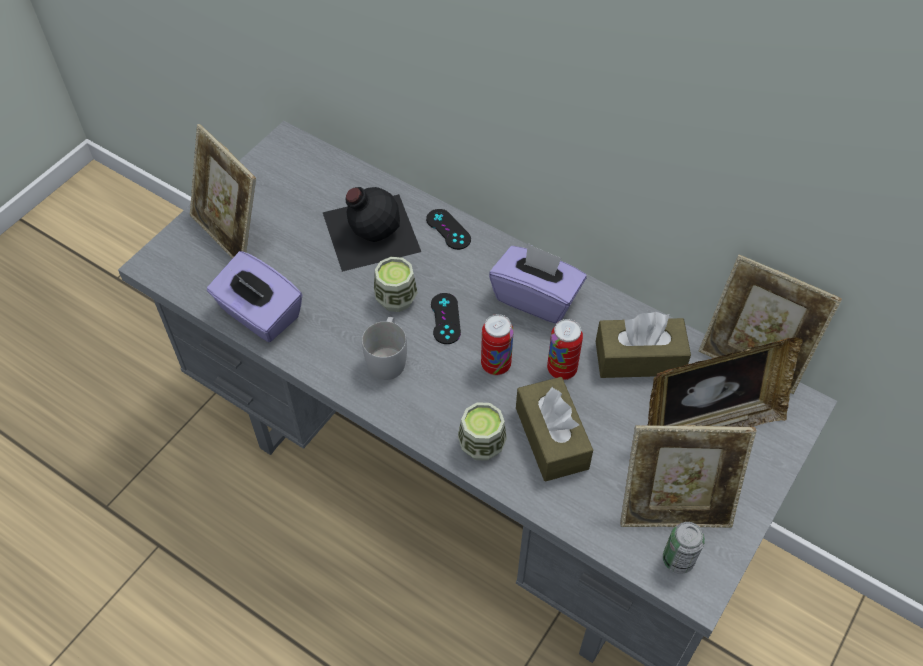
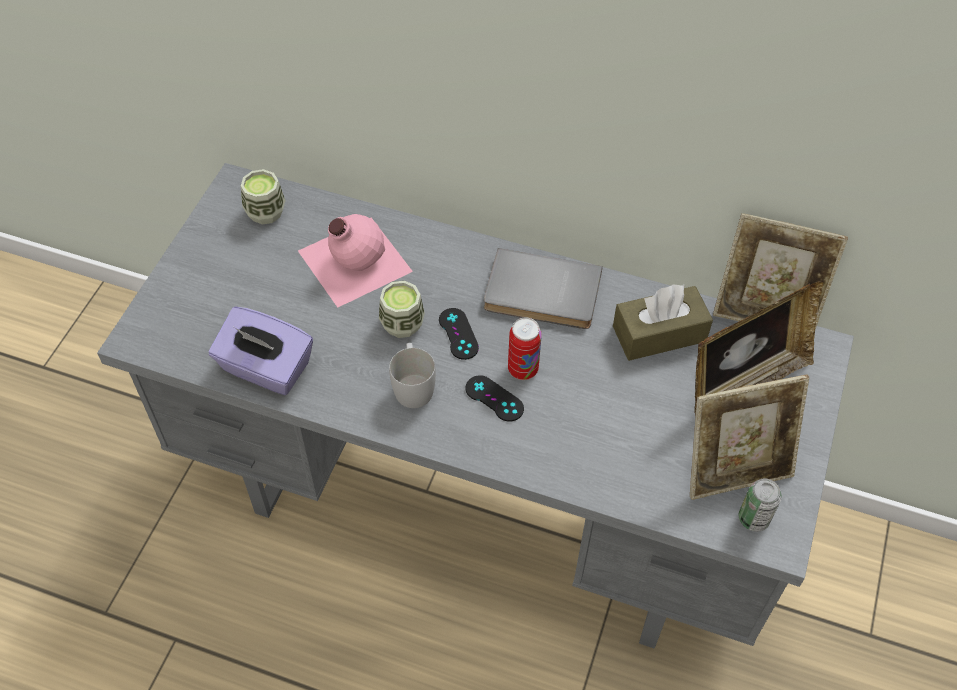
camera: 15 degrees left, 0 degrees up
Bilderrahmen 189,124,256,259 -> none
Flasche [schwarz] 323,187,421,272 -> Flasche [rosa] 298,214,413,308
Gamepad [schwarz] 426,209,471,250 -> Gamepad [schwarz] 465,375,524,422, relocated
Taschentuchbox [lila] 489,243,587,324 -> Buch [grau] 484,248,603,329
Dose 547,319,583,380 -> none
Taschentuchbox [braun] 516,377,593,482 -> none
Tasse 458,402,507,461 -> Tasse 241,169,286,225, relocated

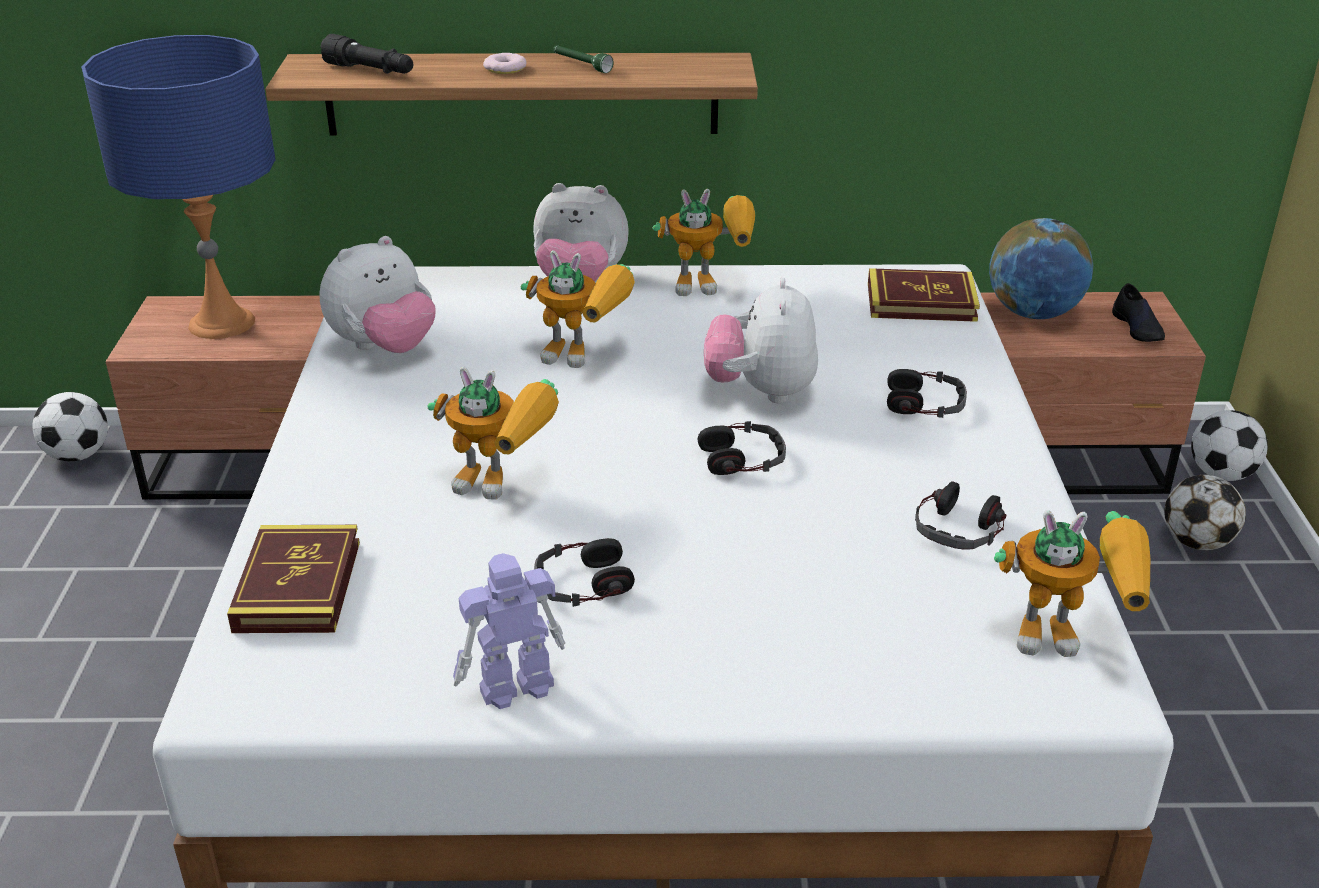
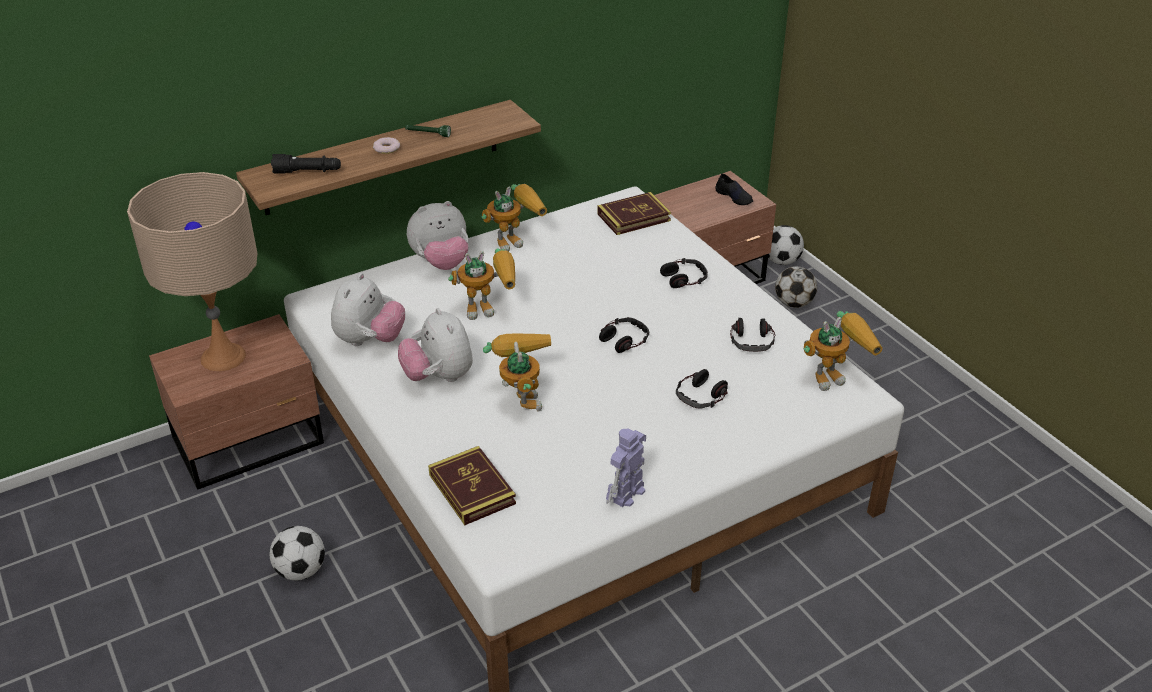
camera: 30 degrees left, 5 degrees up
Tischlampe [blau] 81,35,276,339 -> Tischlampe [beige] 127,172,258,371
Globus 989,218,1093,319 -> none
Plüschtier 704,278,818,403 -> Plüschtier 398,308,473,382, relocated
Spielzeugroboter 427,367,559,499 -> Spielzeugroboter 483,333,551,412, 90 degrees counterclockwise
Fußball 32,392,108,461 -> Fußball 269,526,325,581, relocated
Kopfhörer 534,538,635,607 -> Kopfhörer 676,369,728,409, relocated

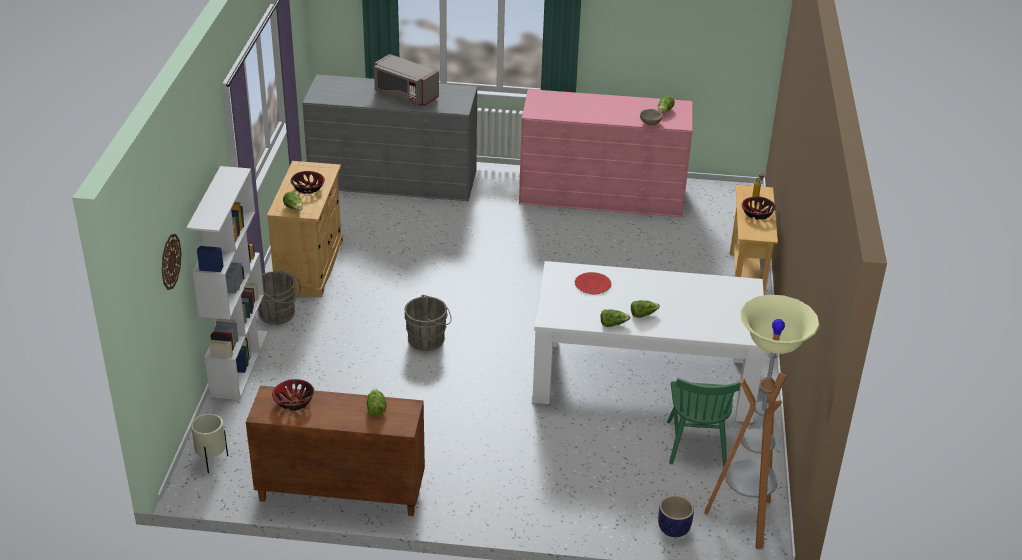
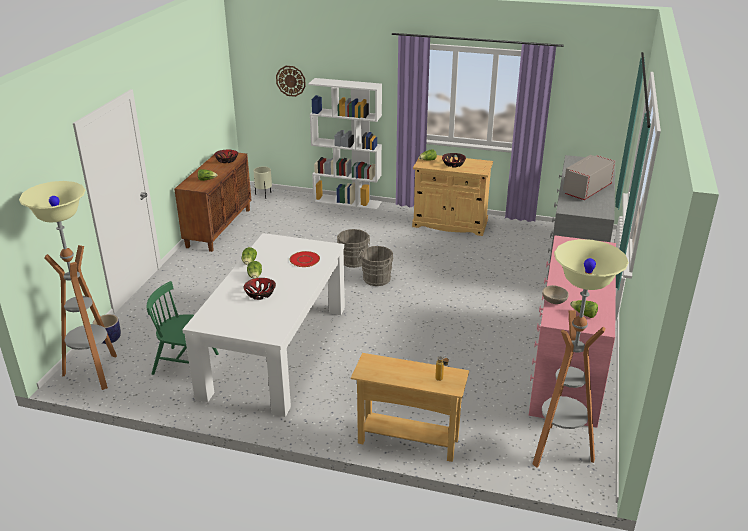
camera: 100 degrees right, 5 degrees down
Schüssel 742,197,776,220 -> Schüssel 243,278,276,300, relocated
Eimer [grau] 258,270,301,325 -> Eimer [grau] 357,246,393,286, relocated
none -> Stehlampe 533,239,629,468

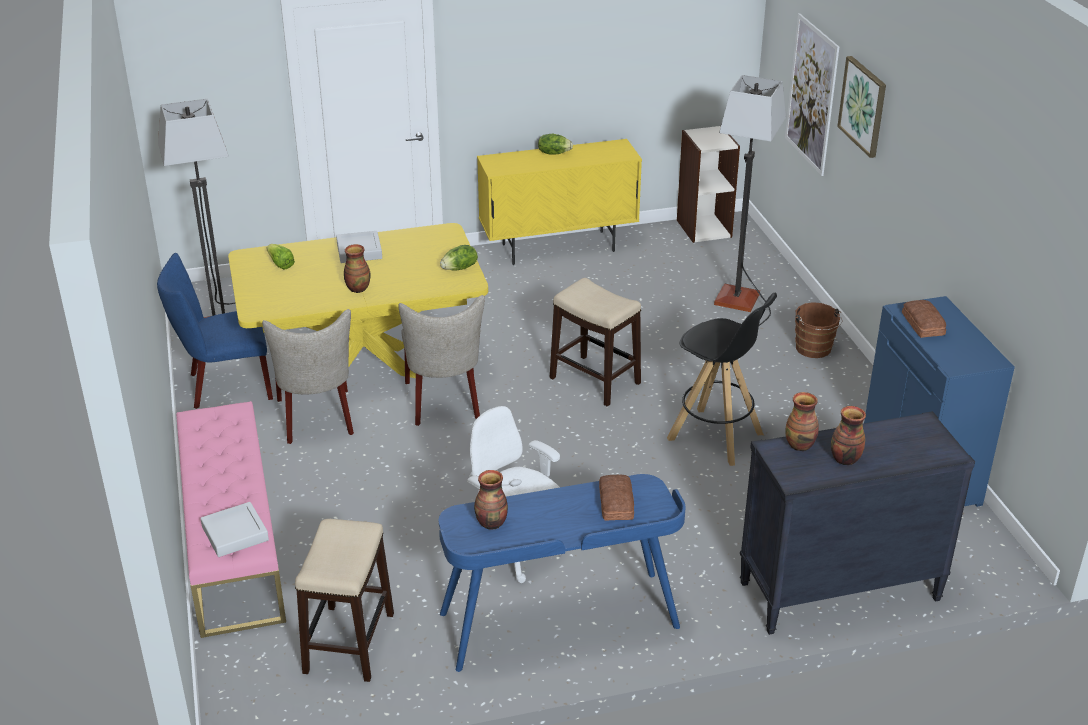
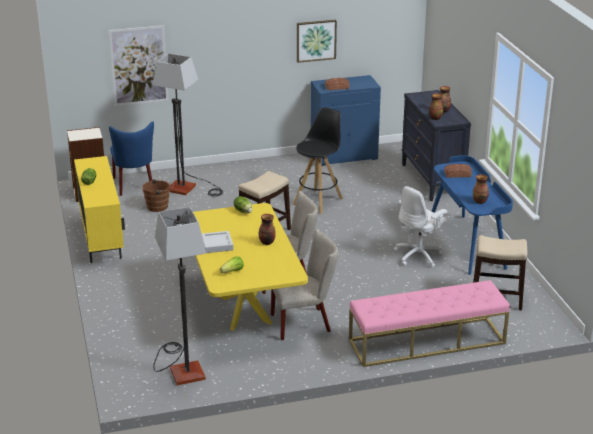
camera: 90 degrees left, 5 degrees down
Bild 837,56,886,158 -> Bild 297,20,337,63, relocated
Stuhl [blau] 157,253,273,409 -> Stuhl [blau] 109,121,154,196, relocated
Eimer [braun] 795,302,842,358 -> Eimer [braun] 142,179,173,212, relocated
Tablett [grau] 201,502,269,557 -> none

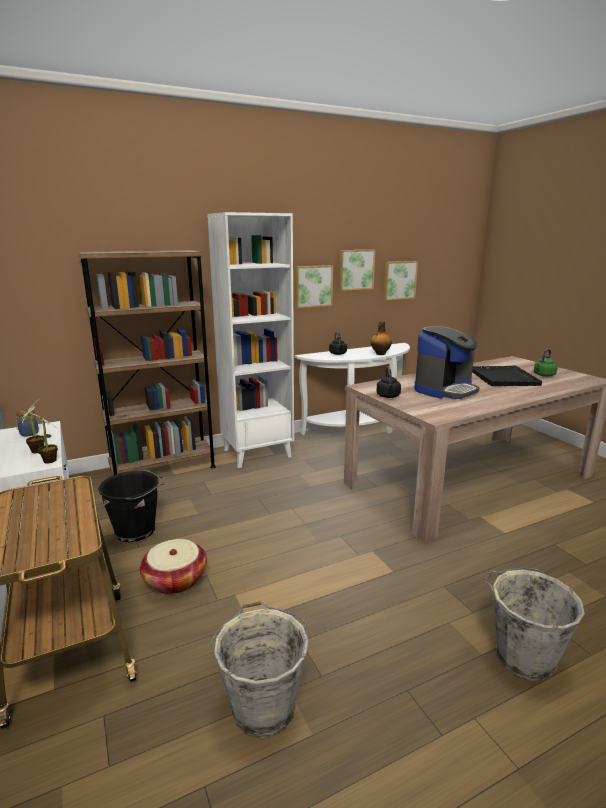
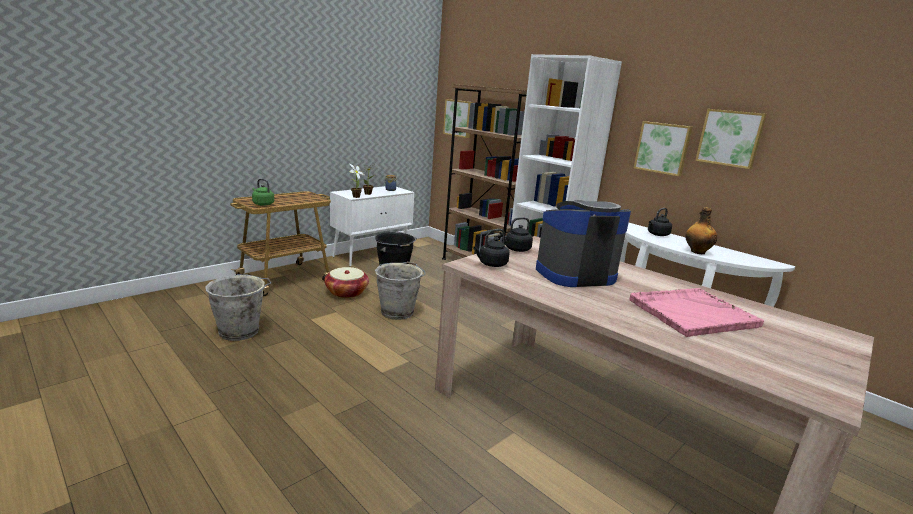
camera: 70 degrees right, 0 degrees up
Bild 383,261,418,300 -> Bild 443,99,473,138, relocated
Kaffeemaschine 414,326,480,399 -> Kaffeemaschine 536,200,631,287, 135 degrees clockwise
Wasserkessel [grün] 534,349,558,377 -> Wasserkessel [grün] 252,179,274,206, relocated
Tablett [schwarz] 472,365,542,386 -> Tablett [rosa] 629,288,764,337
Eimer [grau] 484,567,585,681 -> Eimer [grau] 375,261,426,320, relocated
none -> Wasserkessel [schwarz] 473,229,510,267

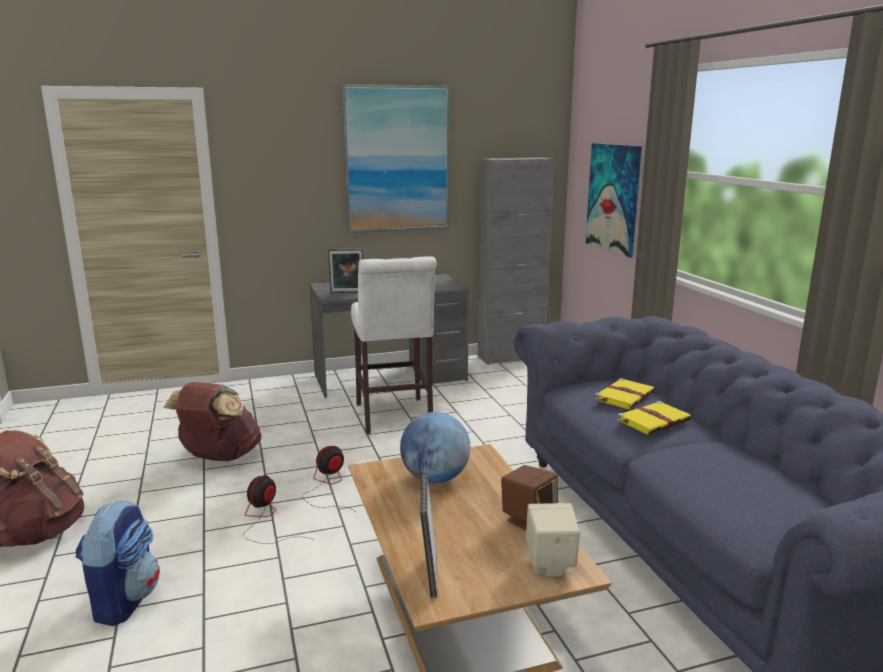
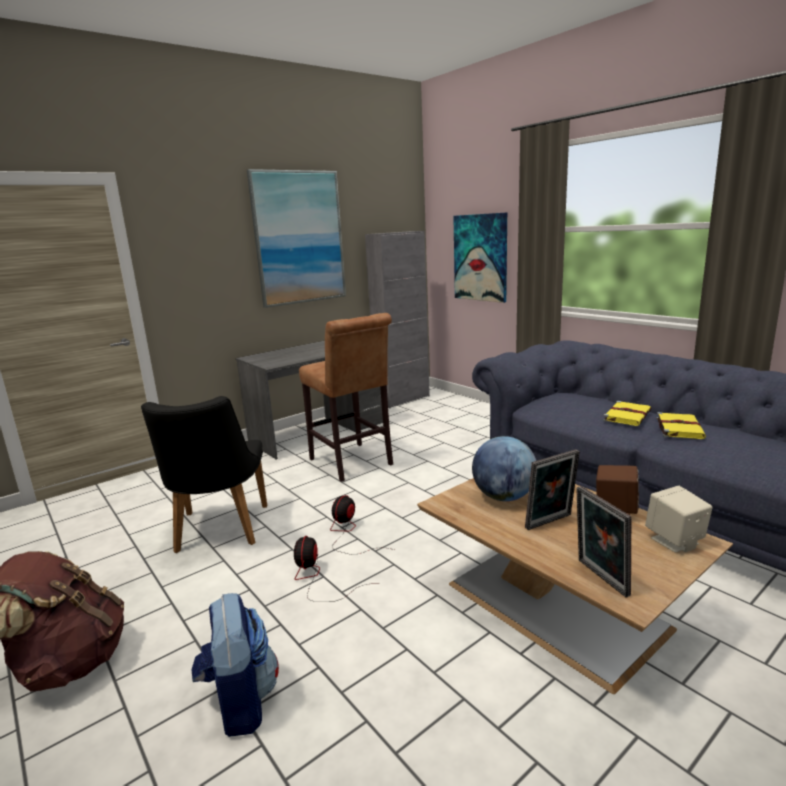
camera: 20 degrees left, 0 degrees up
Bilderrahmen 328,249,363,293 -> Bilderrahmen 525,449,580,530, relocated
Hocker [weiß] 351,257,437,434 -> Hocker [braun] 299,313,393,482
Buch [gelb] 595,378,655,409 -> Buch [gelb] 656,412,706,439, relocated
Rucksack [braun] 163,382,262,461 -> Stuhl [schwarz] 141,396,267,553

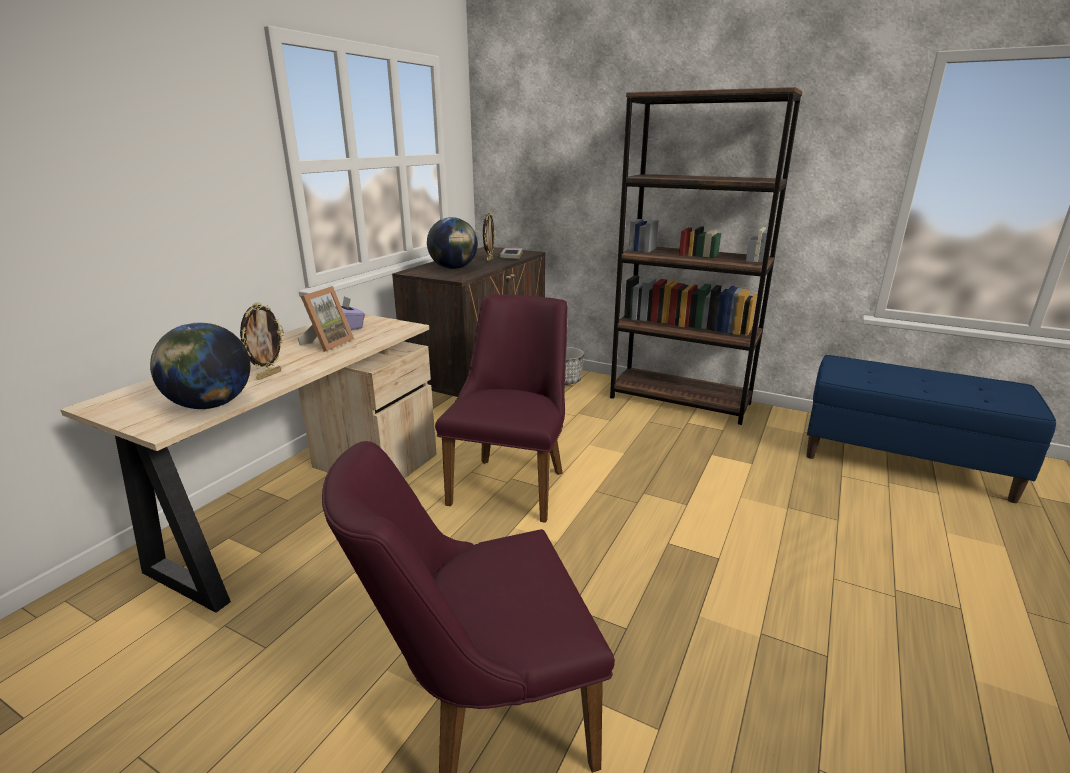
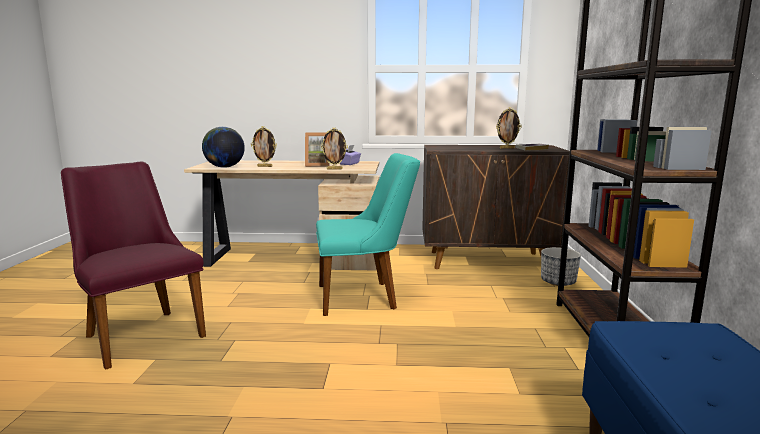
camera: 65 degrees right, 10 degrees down
Globus 427,217,478,269 -> none
Stuhl [lila] 435,295,568,523 -> Stuhl [türkis] 316,153,420,316
none -> Bilderrahmen 321,128,348,170

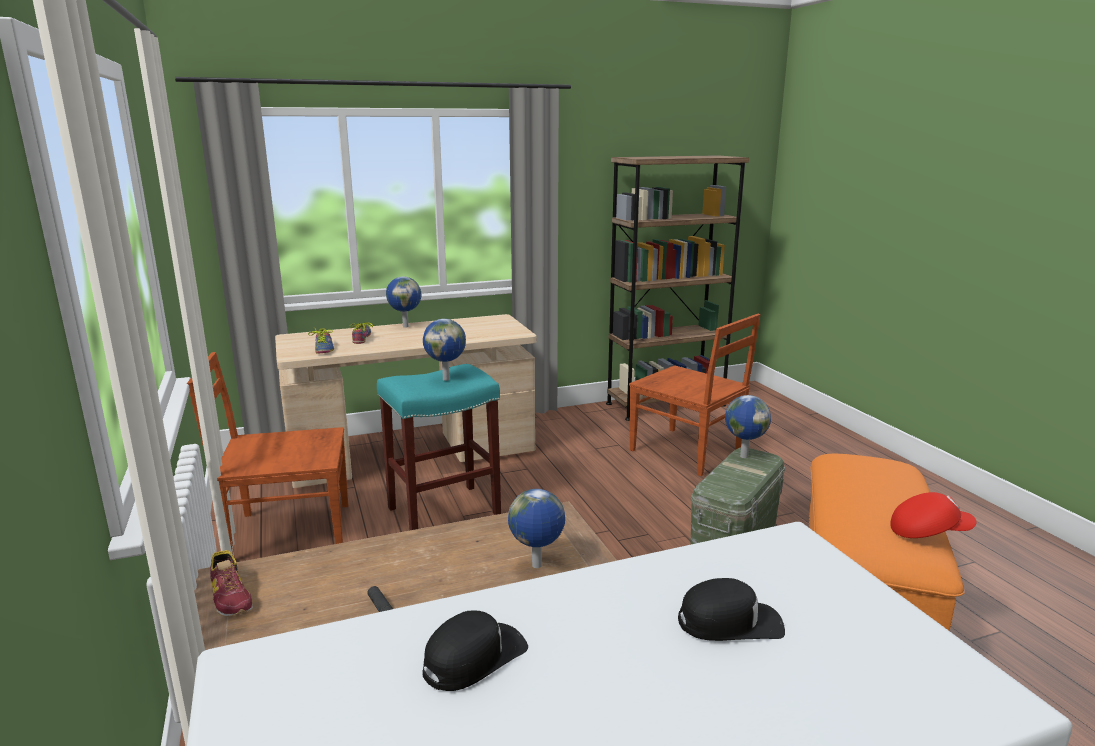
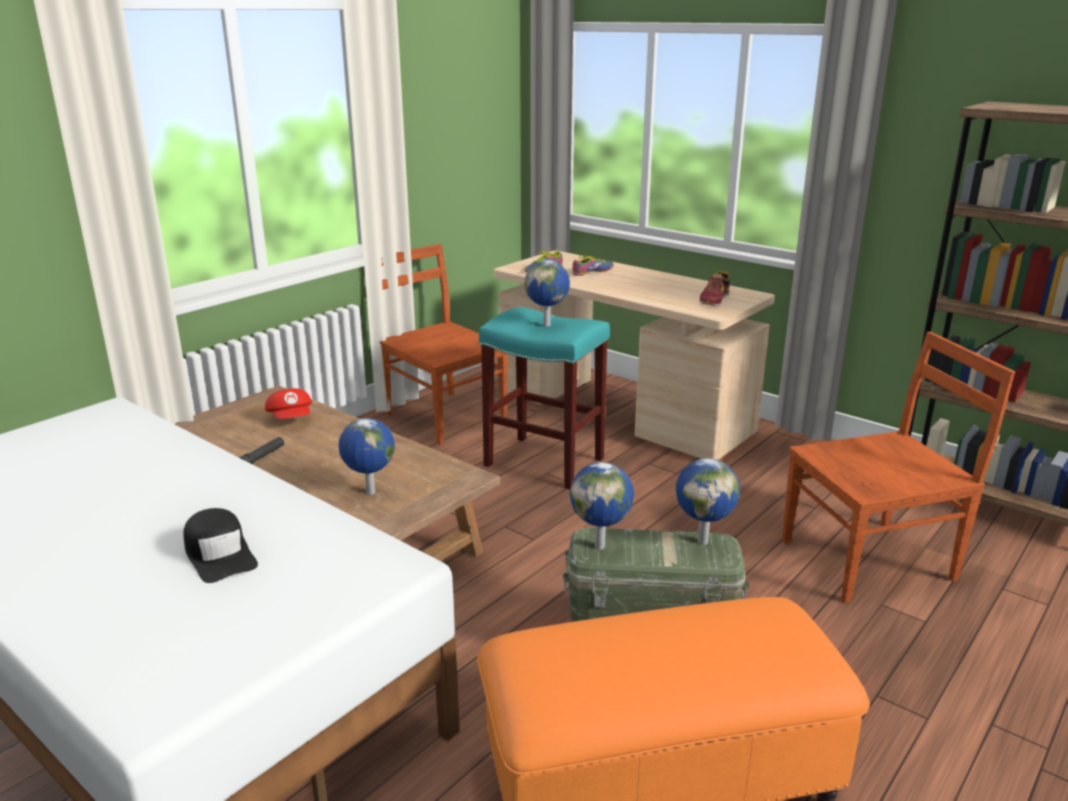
camera: 60 degrees right, 5 degrees up
Globus 386,277,421,328 -> Globus 570,462,634,550, relocated
Stuhl [braun] 629,314,761,476 -> Stuhl [braun] 782,332,1015,603, 120 degrees counterclockwise
Kappe [rot] 890,492,977,538 -> Kappe [rot] 265,388,312,419, relocated
Schuh 210,550,253,617 -> Schuh 700,270,730,307, relocated
Kappe [schwarz] 423,610,528,691 -> none

